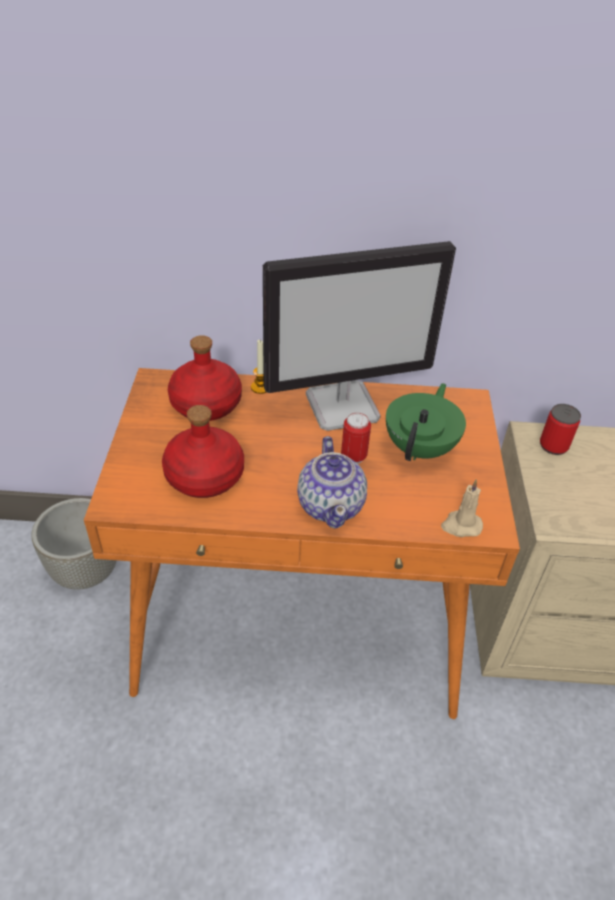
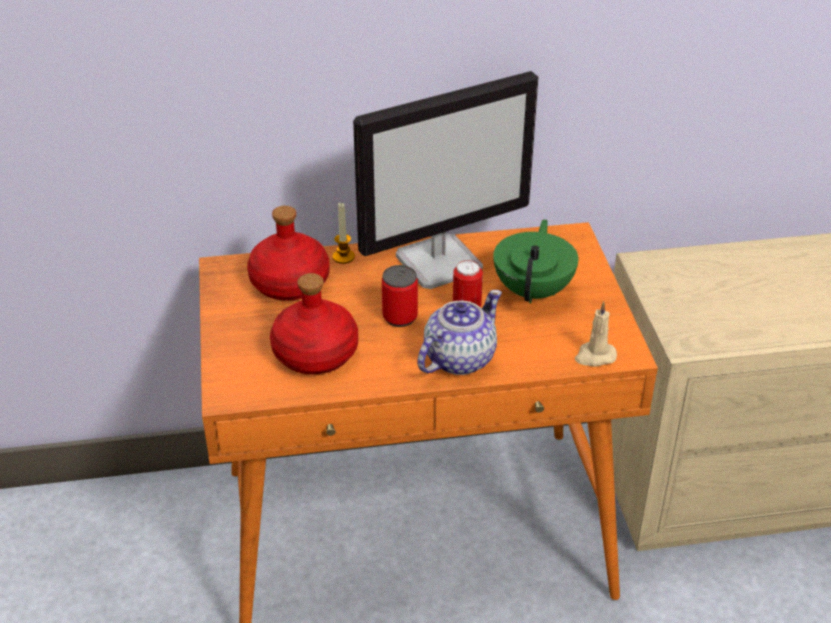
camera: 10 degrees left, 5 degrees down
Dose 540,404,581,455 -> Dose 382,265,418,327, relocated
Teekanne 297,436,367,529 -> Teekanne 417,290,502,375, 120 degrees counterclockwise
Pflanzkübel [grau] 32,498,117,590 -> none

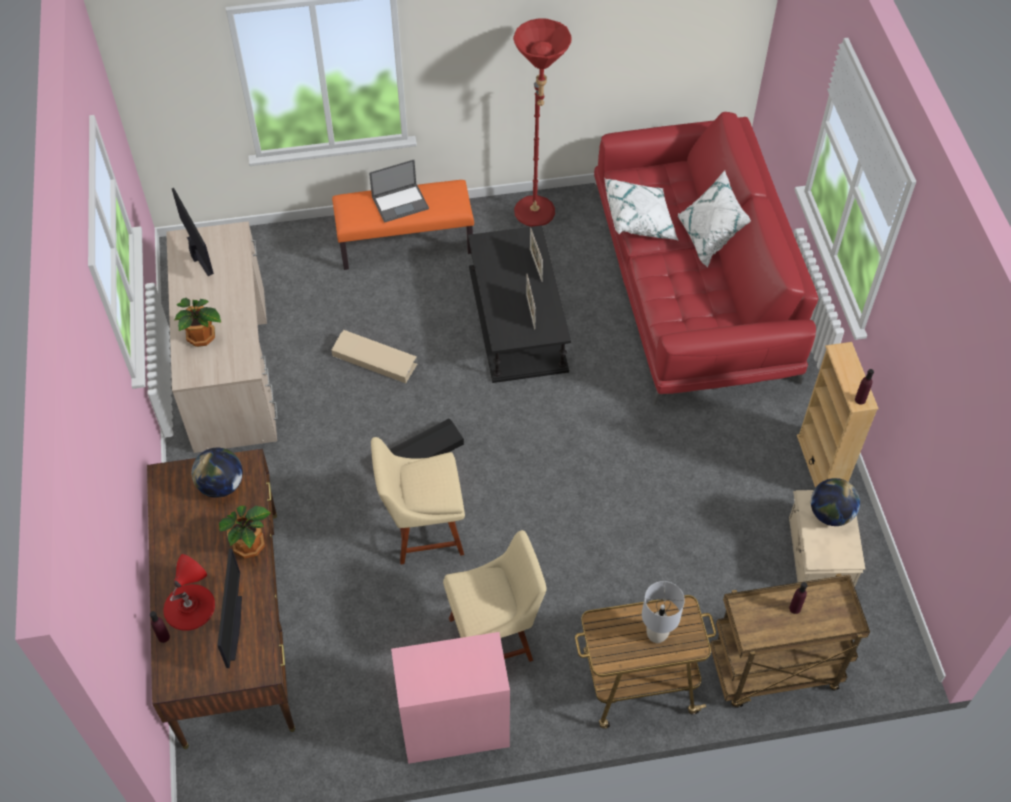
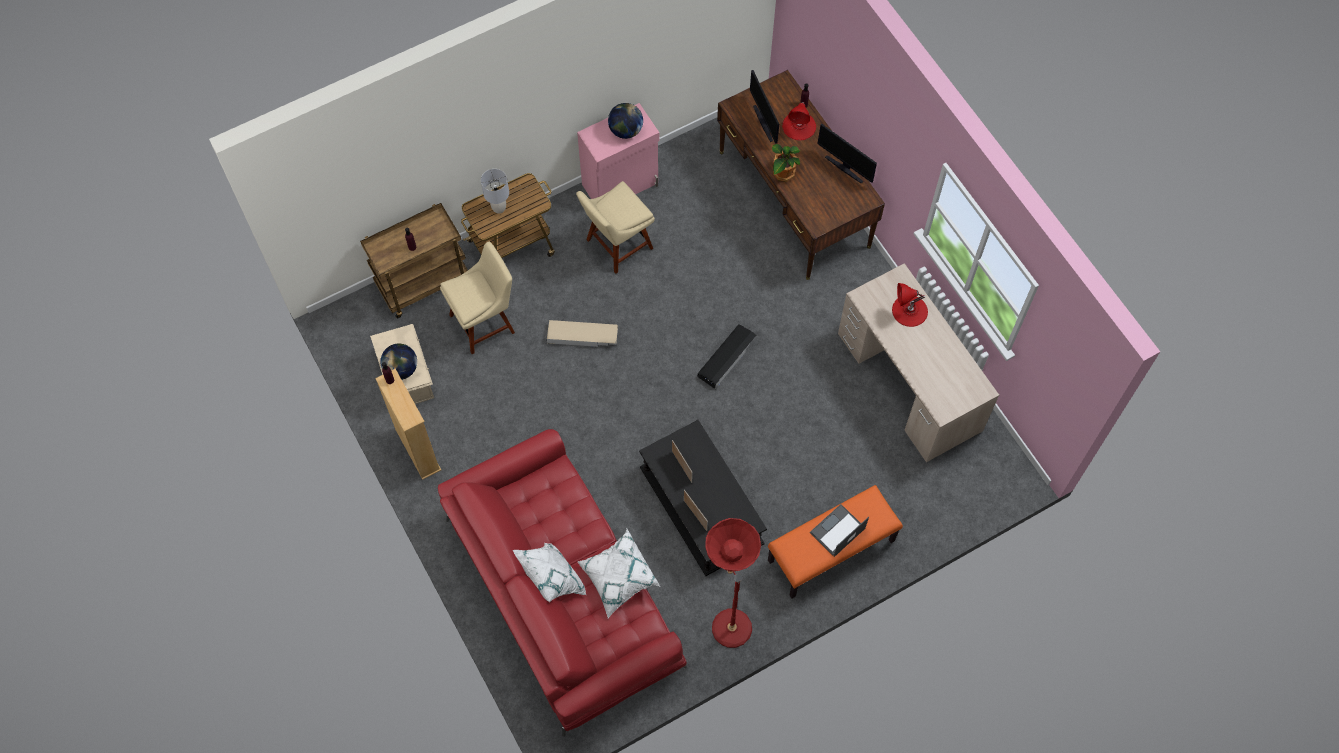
camera: 160 degrees right, 10 degrees up
Monitor 172,188,214,276 -> Monitor 818,124,877,183, relocated
Topfpflanze 174,298,221,347 -> Tischlampe [rot] 892,283,928,327
Aufbewahrungsbox [beige] 332,330,418,383 -> Aufbewahrungsbox [beige] 547,320,618,347, relocated
Stuhl [beige] 371,437,465,564 -> Stuhl [beige] 440,242,515,354, relocated
Globus 192,448,243,498 -> Globus 608,103,643,139, relocated

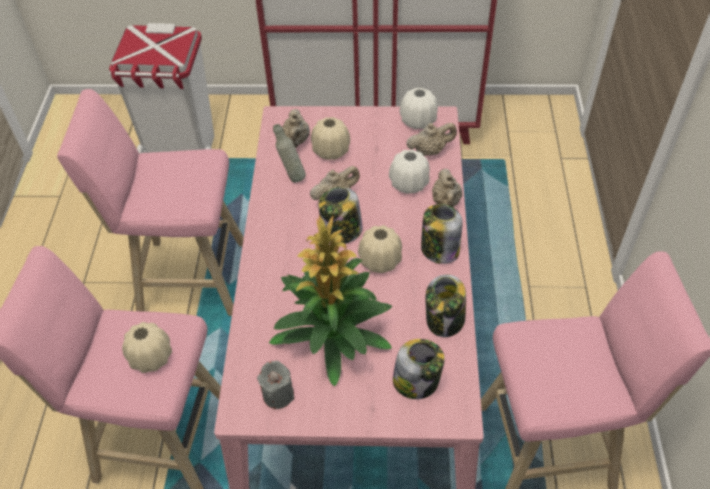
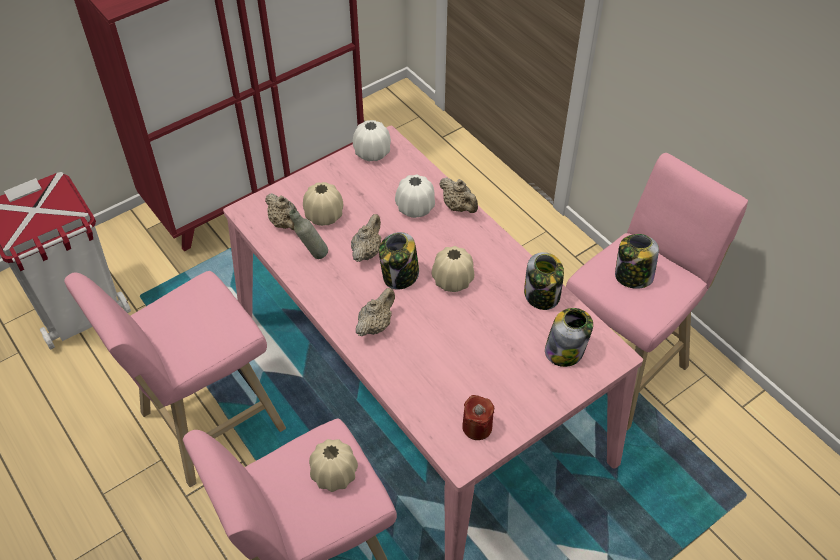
camera: 40 degrees left, 0 degrees up
Teekanne [beige] 406,123,457,156 -> Teekanne [beige] 356,288,395,337, relocated
Vorratsglas 421,204,463,264 -> Vorratsglas 615,234,659,289, relocated
Topfpflanze 269,215,392,387 -> none
Kerze [grau] 257,361,294,409 -> Kerze [rot] 462,395,494,440

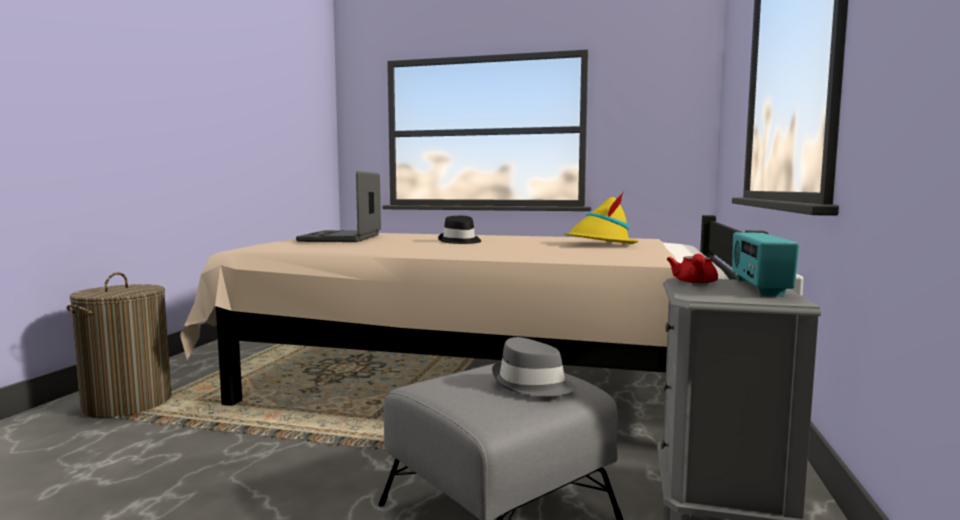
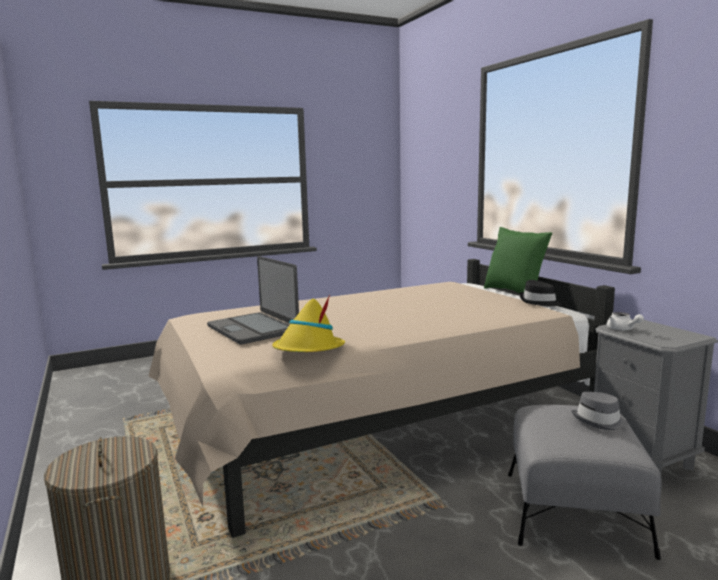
camera: 40 degrees left, 5 degrees up
Hut [gelb] 564,192,638,244 -> Hut [gelb] 272,295,345,352, relocated
Hut [schwarz] 438,216,481,244 -> Hut [schwarz] 519,280,561,306, relocated
Radio 732,232,799,296 -> none
Teekanne [rot] 667,254,718,284 -> Teekanne [weiß] 607,312,644,331
none -> Kissen [grün] 484,227,553,293

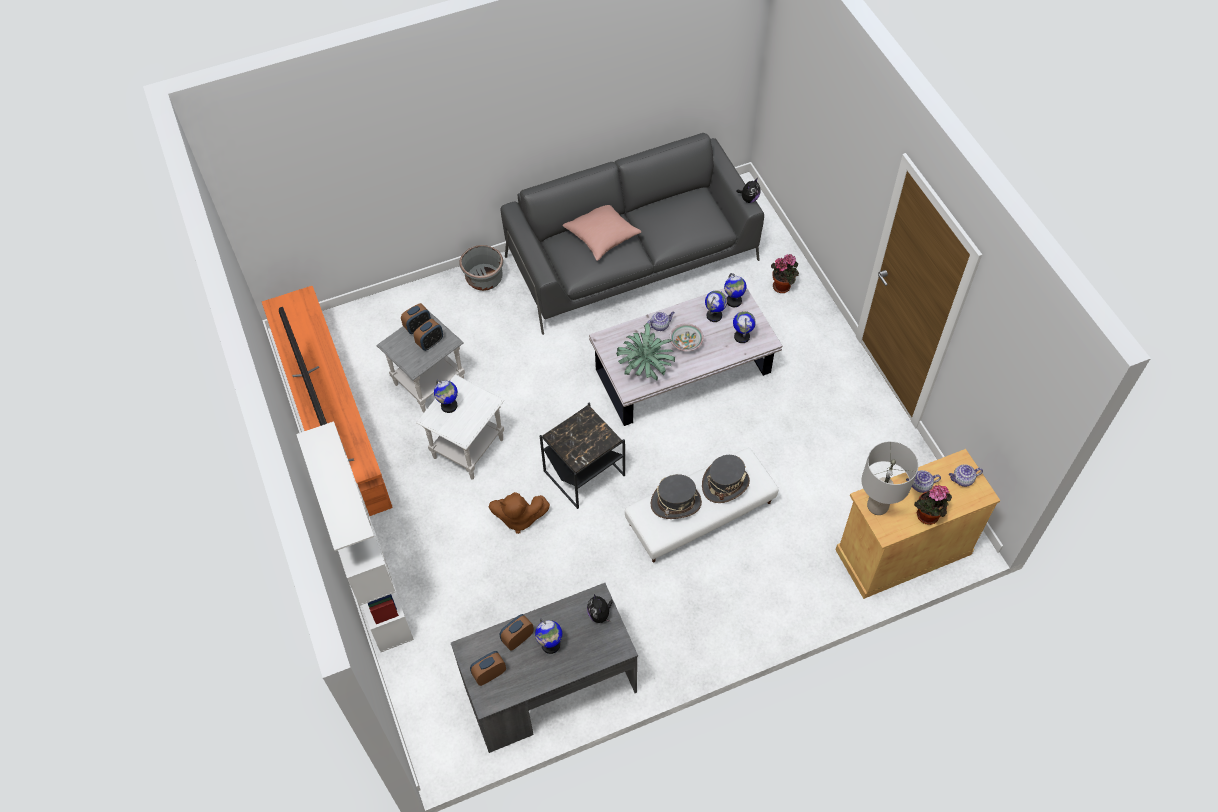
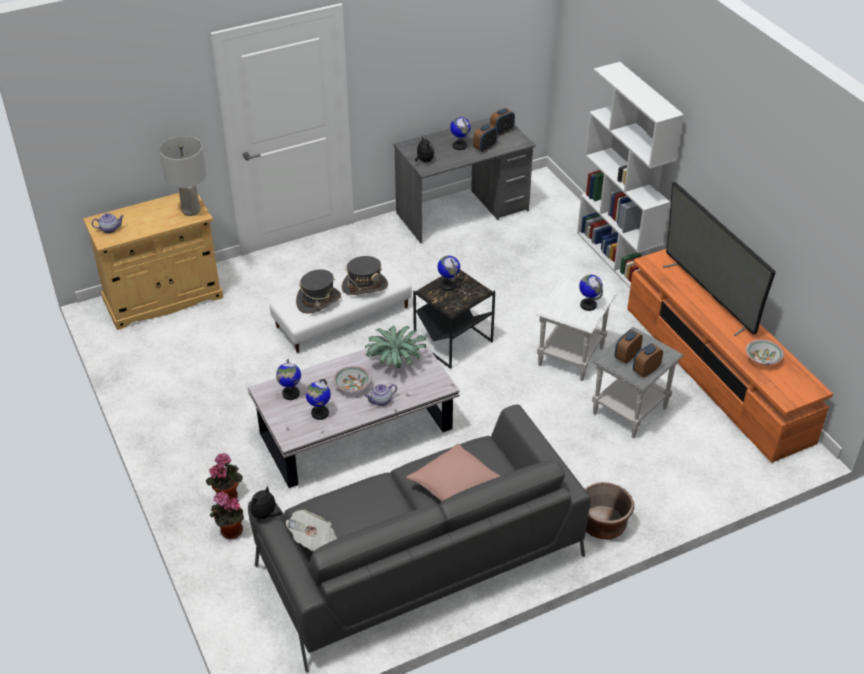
camera: 175 degrees right, 15 degrees down
Pflanzkübel [grau] 459,245,504,291 -> Pflanzkübel [braun] 585,482,634,540
Globus 724,273,746,307 -> Globus 437,255,460,291, relocated
Teekanne 906,470,941,493 -> none
Topfpflanze 914,484,952,525 -> Topfpflanze 206,453,243,500, relocated
Plüschtier [braun] 489,492,550,534 -> none
none -> Schüssel 746,339,784,365
none -> Zeitung 286,510,337,551

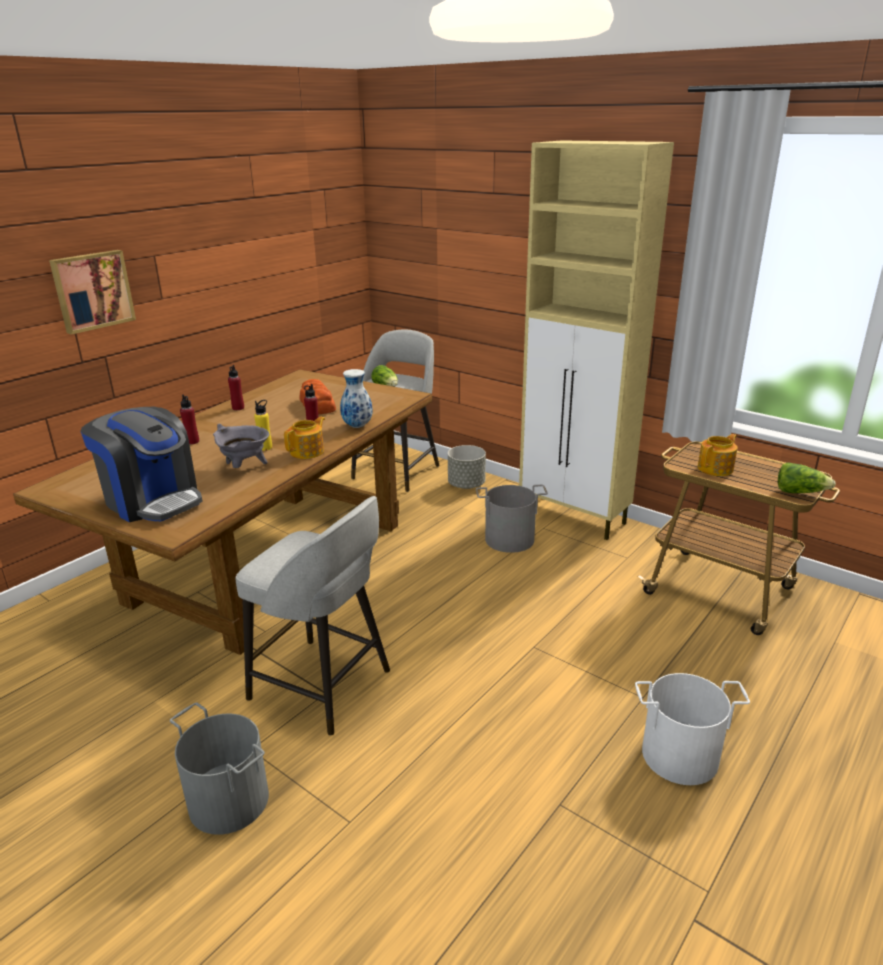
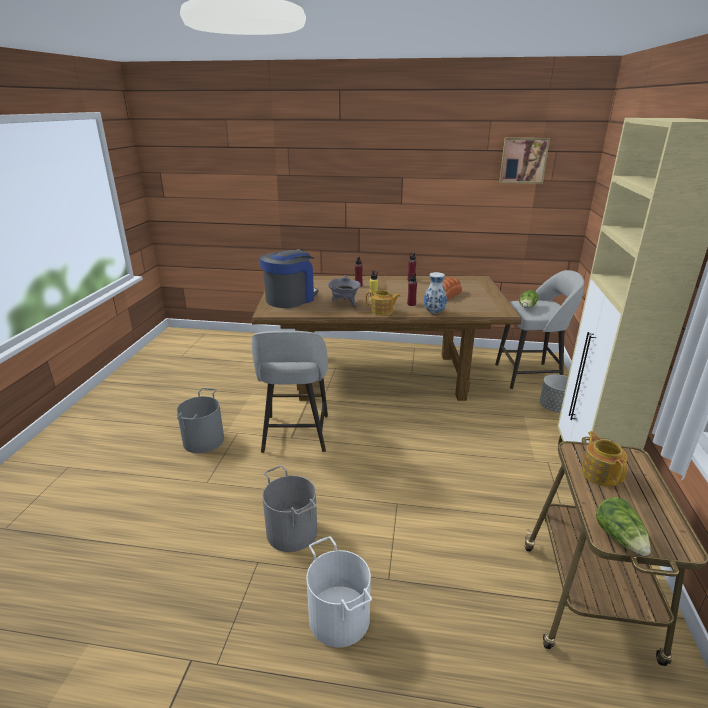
camera: 60 degrees right, 0 degrees up
Bild 49,250,136,335 -> Bild 499,138,550,184, relocated
Kaffeemaschine 80,407,202,522 -> Kaffeemaschine 260,249,318,308, 150 degrees counterclockwise
Teekanne 698,434,737,476 -> Teekanne 581,431,628,487, 120 degrees counterclockwise
Eimer [grau] 476,485,548,553 -> Eimer [grau] 262,465,317,552, relocated

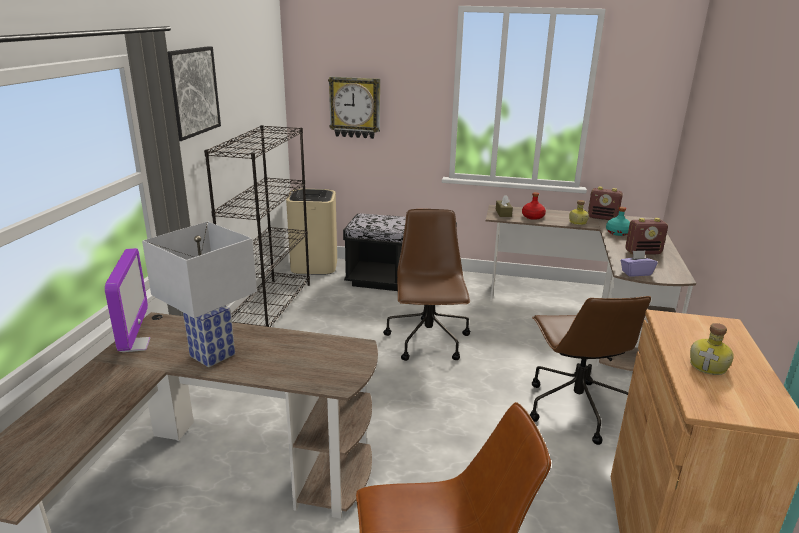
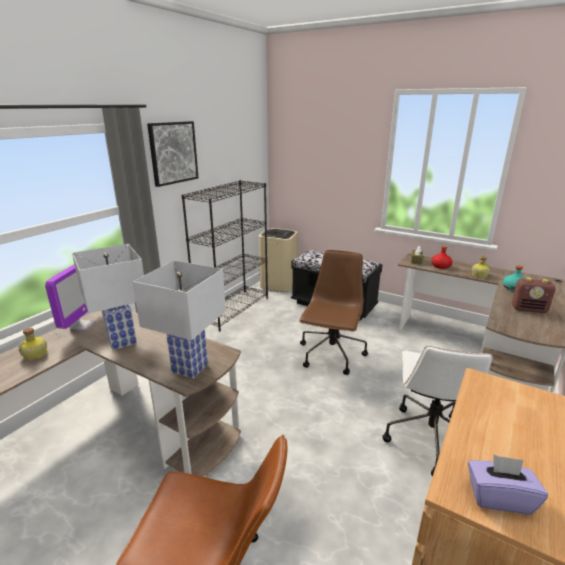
camera: 20 degrees right, 0 degrees up
Wanduhr 328,77,380,139 -> none
Radio 588,187,623,220 -> none
Taschentuchbox [lila] 621,250,658,277 -> Taschentuchbox [lila] 468,455,548,514, relocated
Bürostuhl [braun] 530,296,651,445 -> Bürostuhl [weiß] 382,346,493,476
Flasche 690,323,734,375 -> Flasche 19,327,47,360, relocated
none -> Tischlampe [weiß] 133,260,226,379

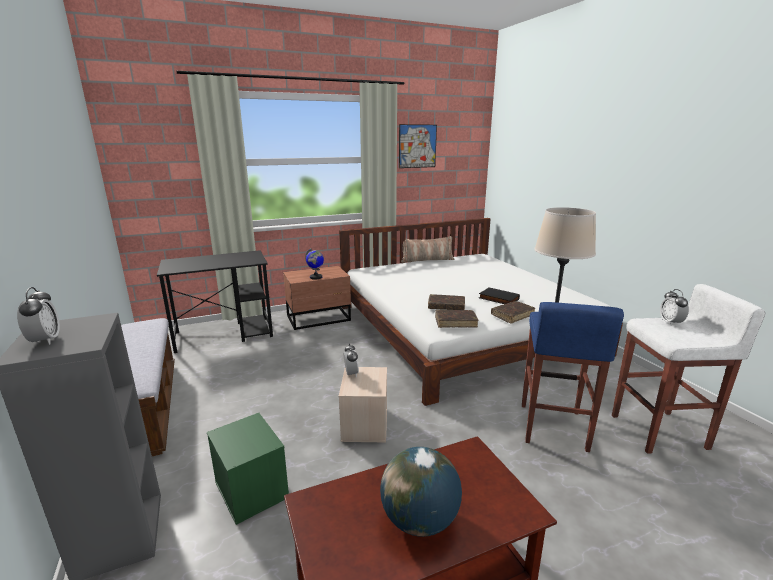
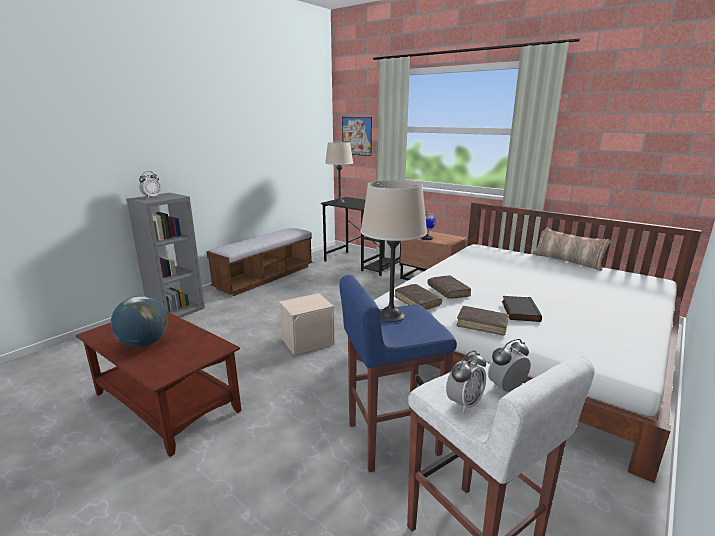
camera: 60 degrees right, 0 degrees up
Bild 399,124,437,168 -> Bild 342,117,372,156, relocated
Wecker 343,343,359,377 -> Wecker 446,350,486,412, relocated
Aufbewahrungsbox [grün] 207,413,289,525 -> none
none -> Tischlampe [beige] 325,142,353,204

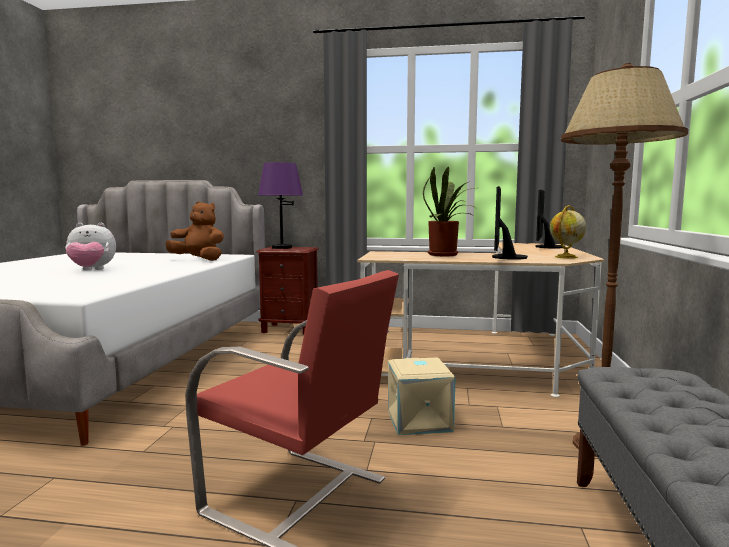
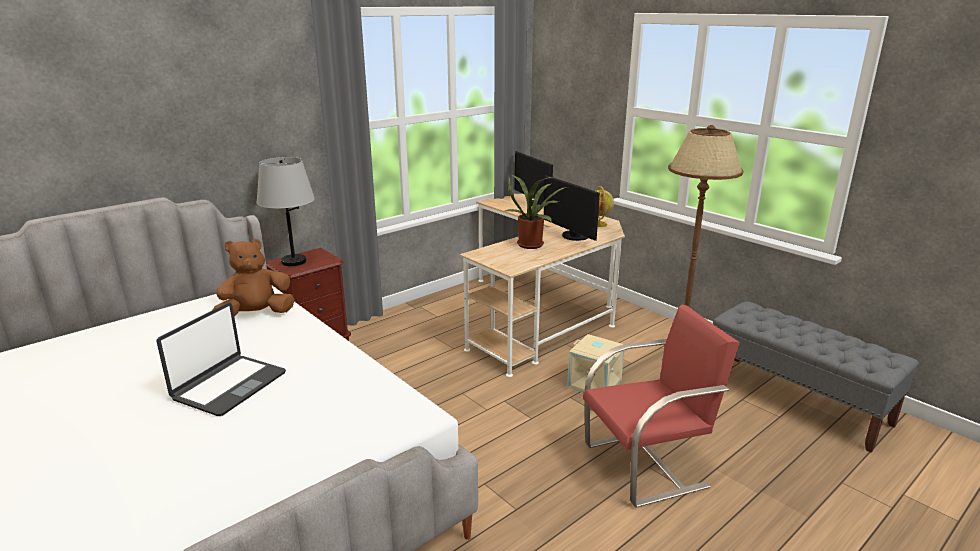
camera: 50 degrees left, 15 degrees up
Tischlampe [lila] 258,162,303,249 -> Tischlampe [grau] 256,157,315,266
Plüschtier 65,223,116,270 -> Laptop 156,303,286,416

